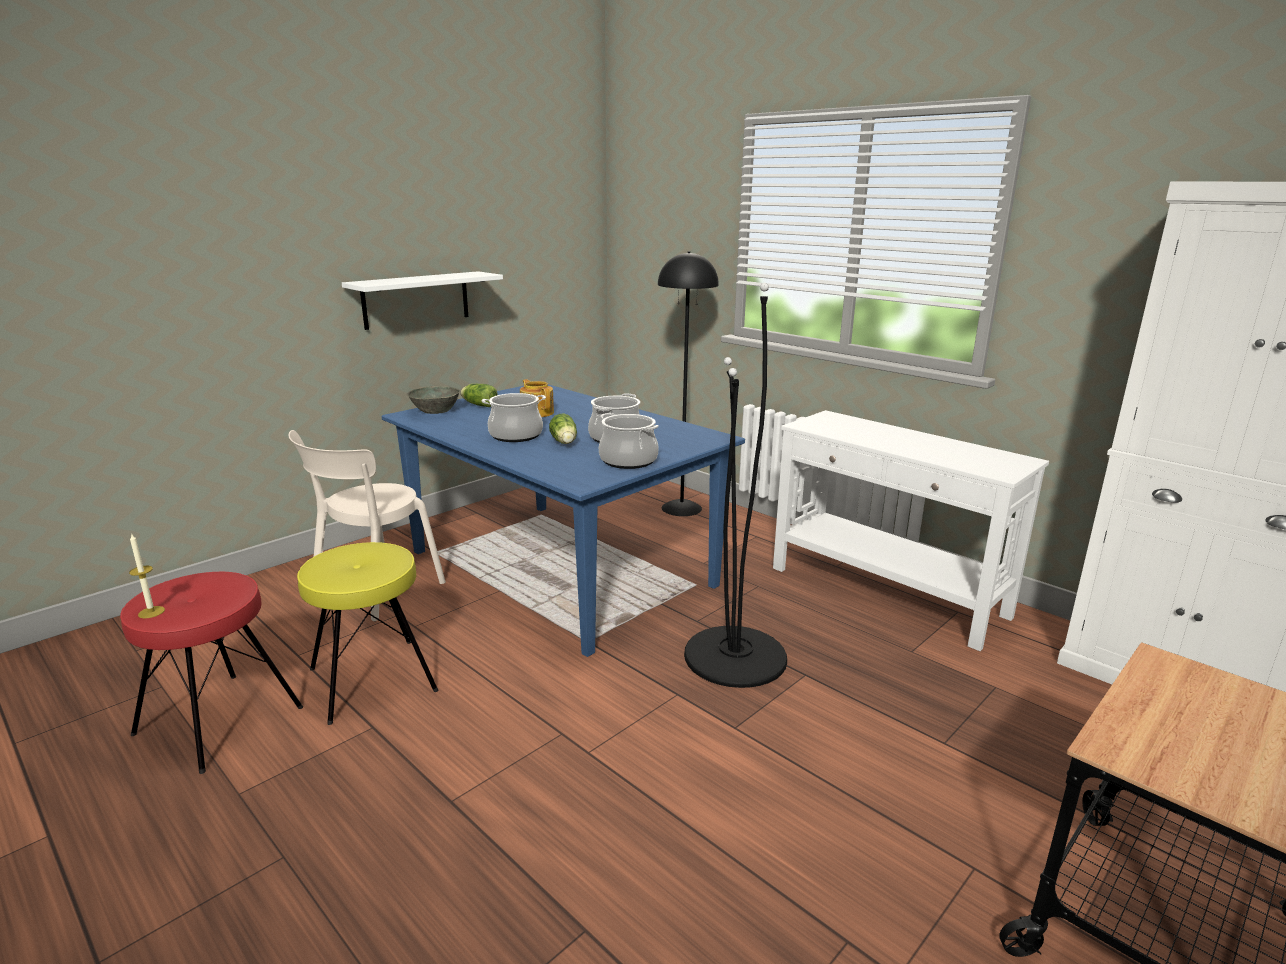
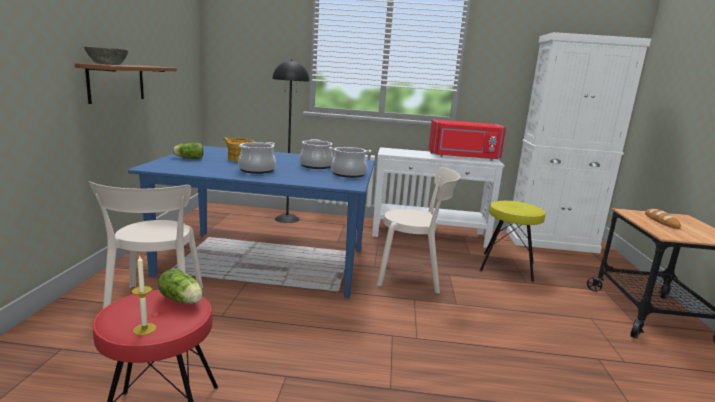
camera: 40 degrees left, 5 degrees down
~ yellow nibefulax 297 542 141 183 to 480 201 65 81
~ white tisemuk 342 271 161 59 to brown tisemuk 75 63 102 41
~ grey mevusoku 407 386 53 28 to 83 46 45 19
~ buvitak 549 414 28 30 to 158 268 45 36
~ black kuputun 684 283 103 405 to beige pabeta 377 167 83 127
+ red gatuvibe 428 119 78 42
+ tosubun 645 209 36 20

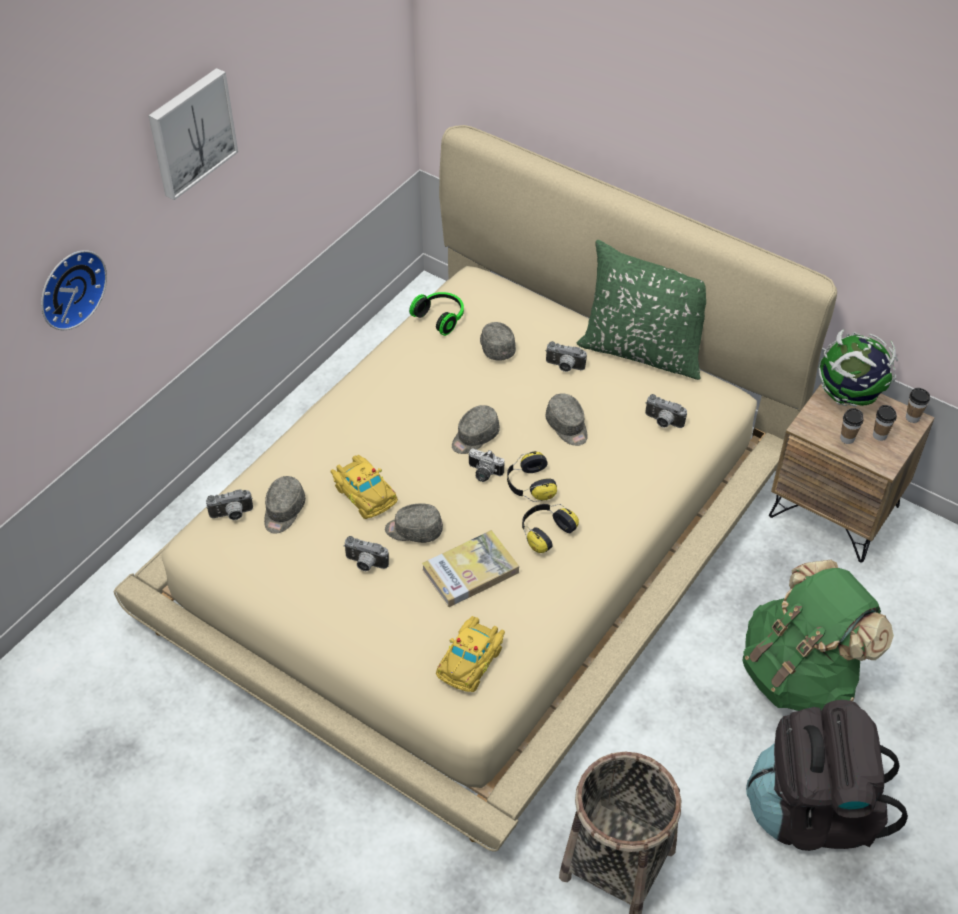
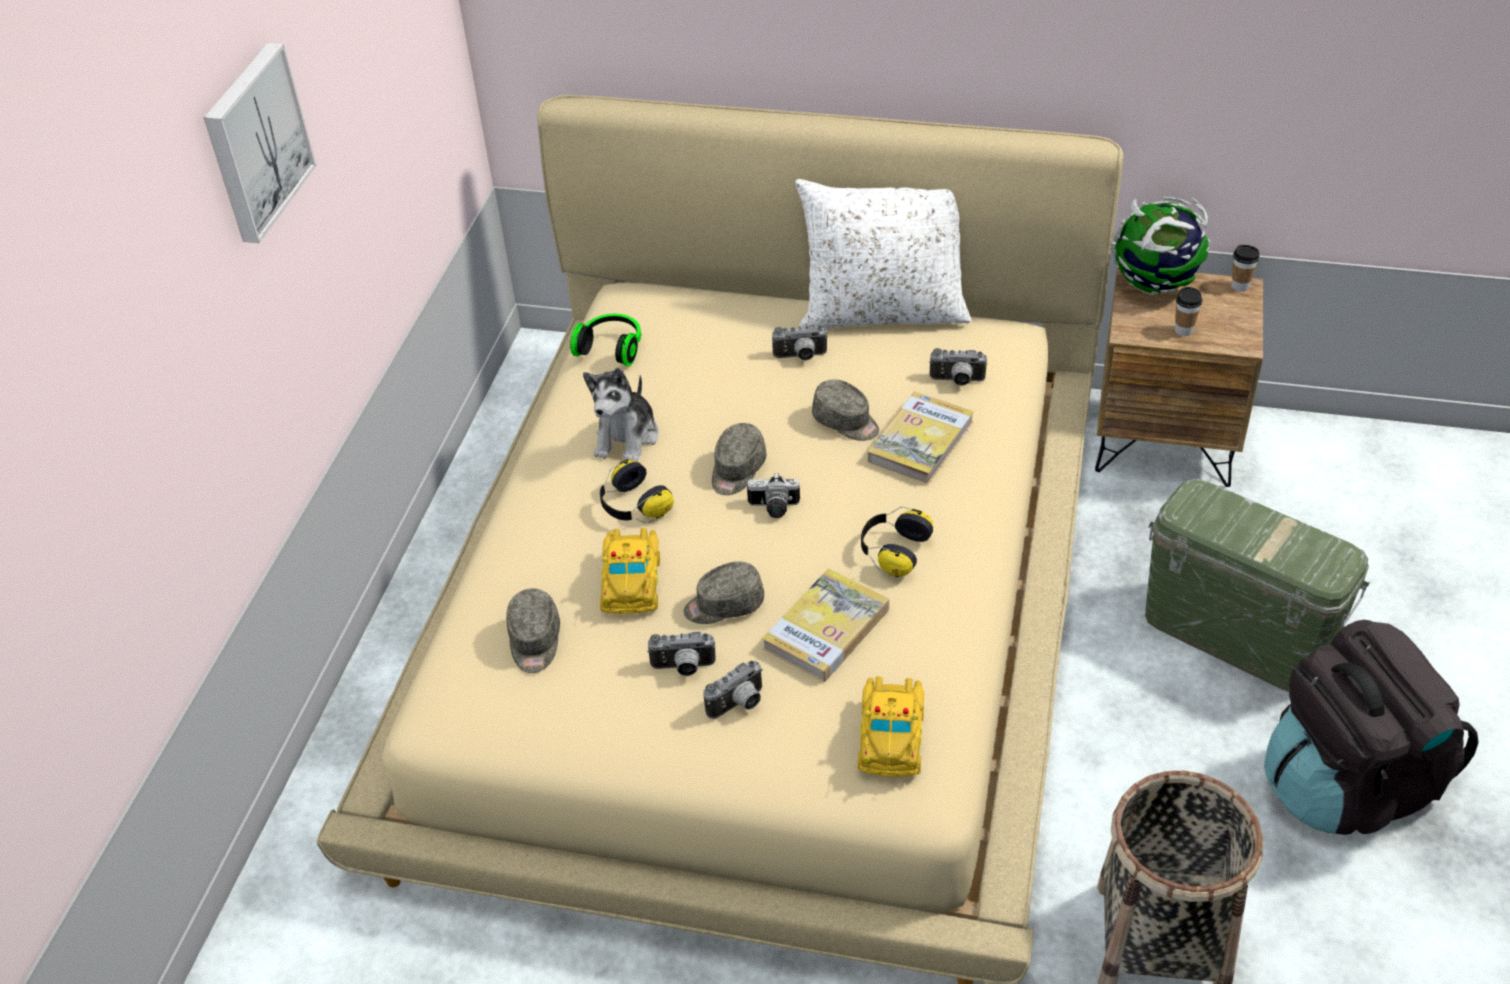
camera: 20 degrees left, 5 degrees down
- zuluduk 41 250 66 80
~ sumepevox 206 489 47 31 to 703 660 60 59
~ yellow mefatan 331 455 67 64 = 600 528 60 86 60 degrees clockwise
- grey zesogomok 480 322 36 39
~ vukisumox 507 451 50 51 to 600 459 74 64
~ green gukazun 577 240 129 140 to white gukazun 795 179 176 150
~ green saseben 743 560 151 151 to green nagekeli 1145 479 225 213
- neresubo 873 405 24 36
+ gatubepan 583 368 76 94
+ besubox 868 391 106 93

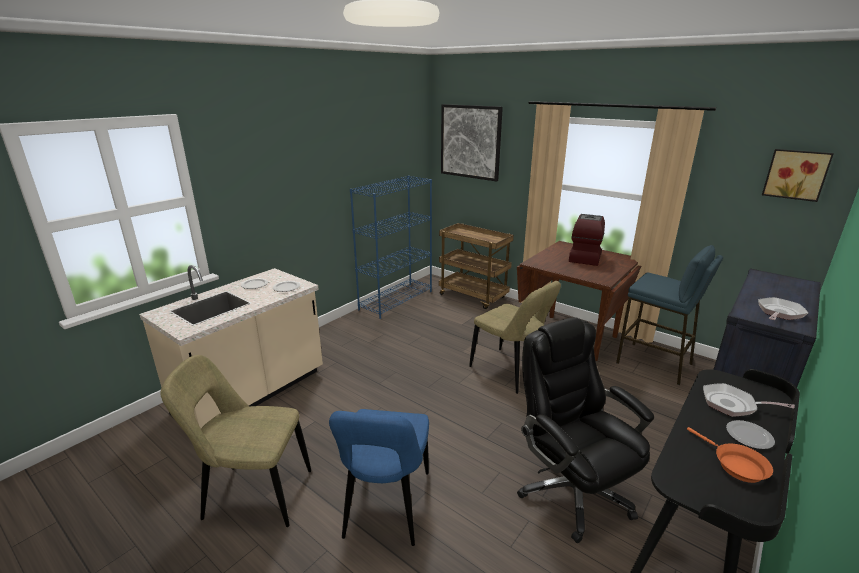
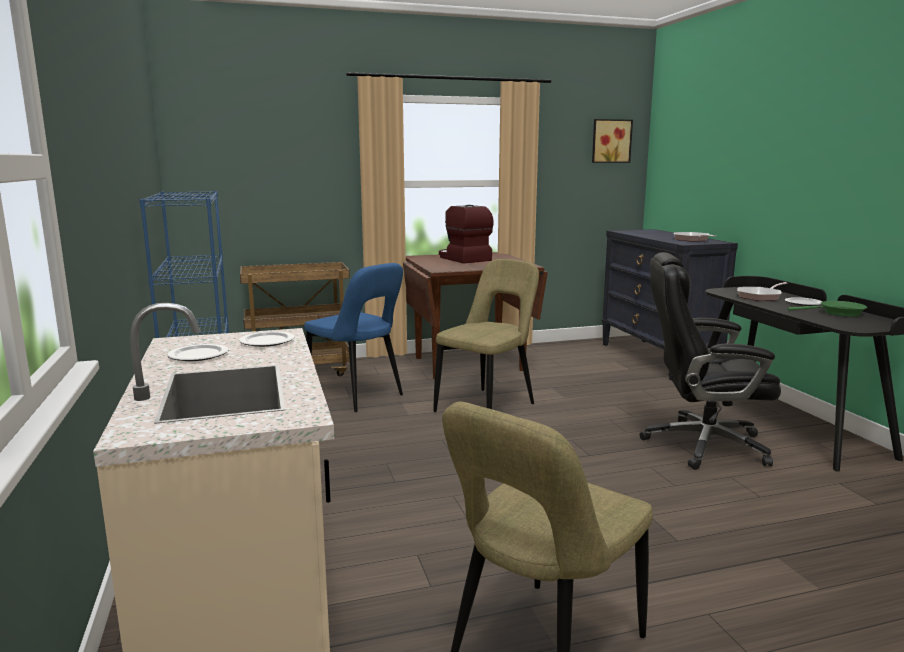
camera: 55 degrees left, 10 degrees down
~ blue pabeta 329 409 100 137 to 304 263 99 149
- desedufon 441 104 62 77
~ beige pabeta 469 281 92 113 = 433 259 106 153 45 degrees counterclockwise
- blue nibefulax 616 245 107 140
~ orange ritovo 687 427 86 56 to green ritovo 788 301 79 16

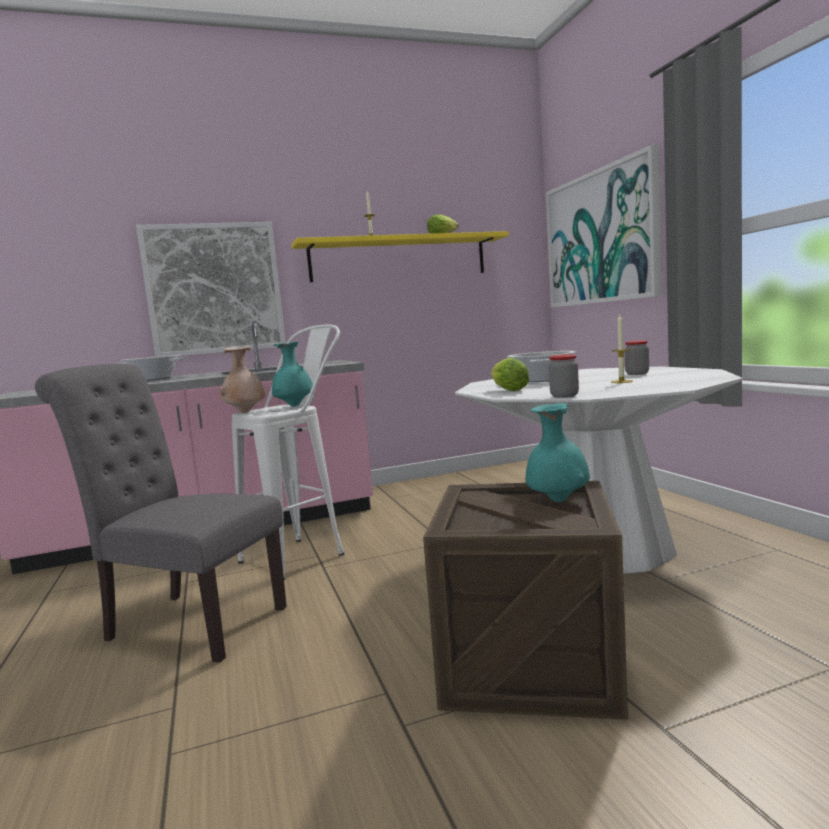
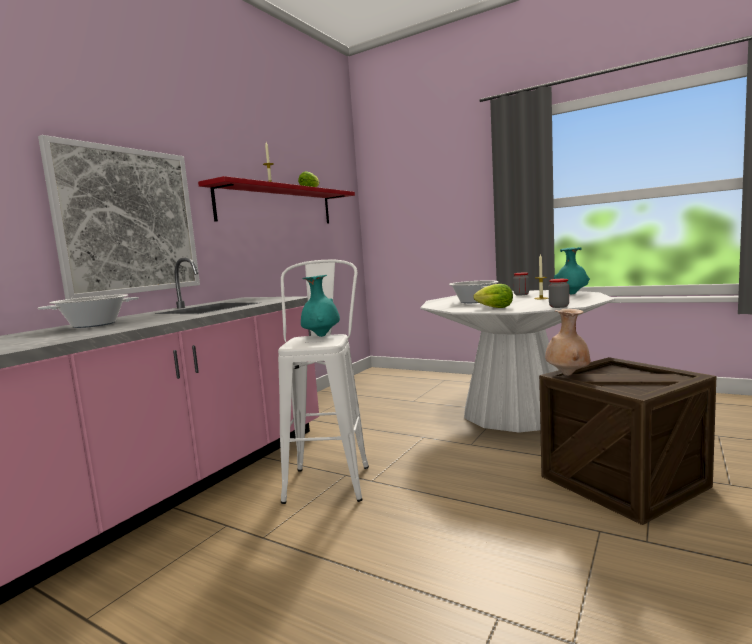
camera: 40 degrees left, 0 degrees up
- grey pabeta 35 364 252 299
~ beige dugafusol 220 346 45 67 to 545 309 46 67
~ yellow tisemuk 291 231 218 51 to red tisemuk 198 176 157 47
~ turquoise dugafusol 525 403 65 99 to 554 247 36 47
- desedufon 546 145 116 163

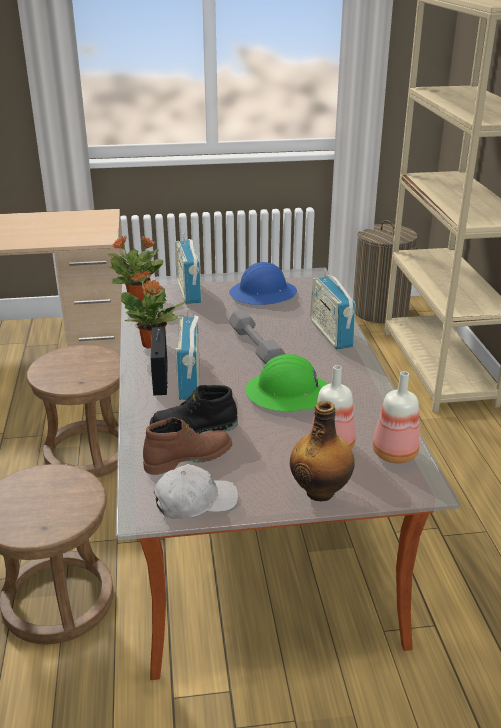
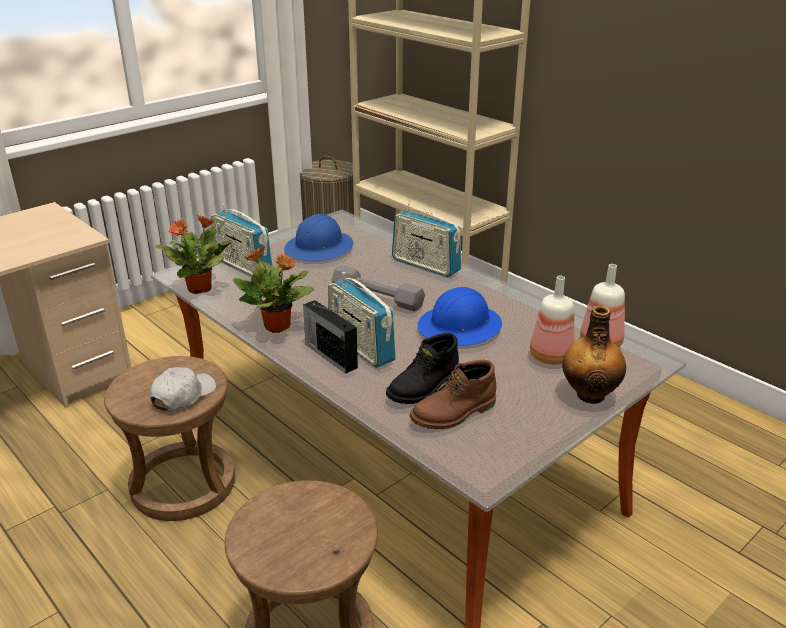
camera: 35 degrees left, 0 degrees up
~ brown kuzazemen 143 417 89 58 = 410 360 86 69 150 degrees counterclockwise
~ white zesogomok 154 464 84 54 to 150 367 66 45
~ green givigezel 246 354 81 57 to blue givigezel 418 287 84 59

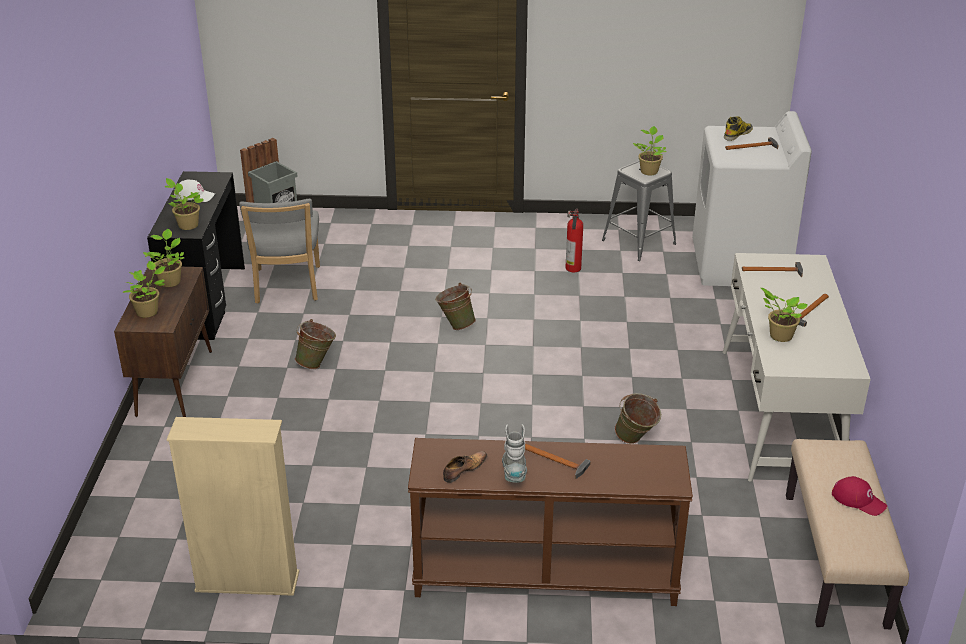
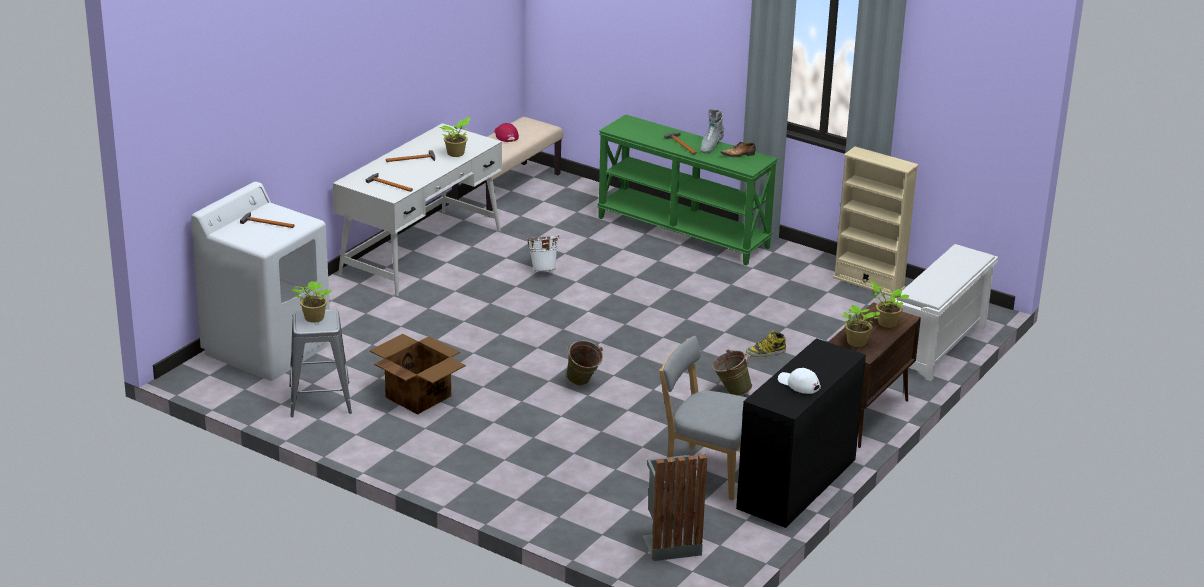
camera: 150 degrees left, 5 degrees down
- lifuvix 165 178 39 52
~ grey pabeta 239 199 81 104 = 659 336 88 164 90 degrees counterclockwise
~ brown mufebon 408 438 285 168 to green mufebon 597 114 181 151
~ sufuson 565 208 18 64 to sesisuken 370 334 96 81
~ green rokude 615 393 46 51 to white rokude 526 235 34 36
~ kuzazemen 724 116 29 25 to 746 331 40 26
+ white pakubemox 895 244 103 137

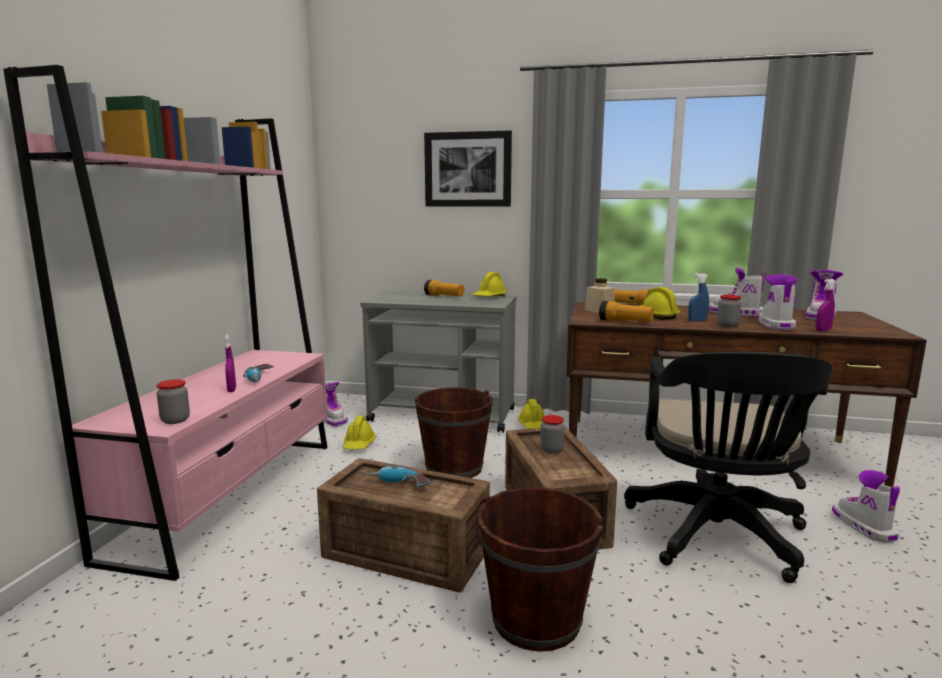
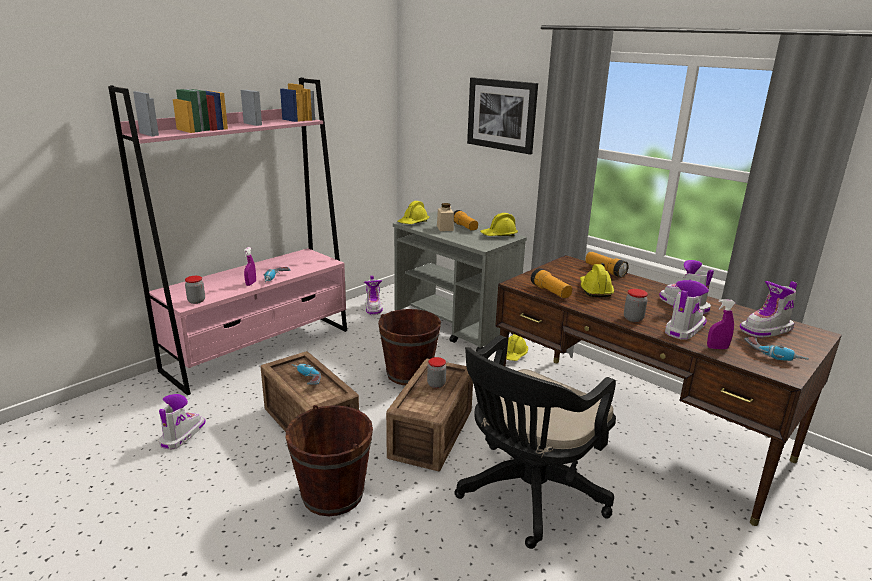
camera: 30 degrees right, 10 degrees up
~ yellow givigezel 343 416 32 34 to 398 201 31 23
~ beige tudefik 585 278 30 35 to 437 203 17 28
- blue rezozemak 688 273 21 48
~ kuzazemen 832 470 68 73 to 159 394 47 56
+ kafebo 744 337 65 24

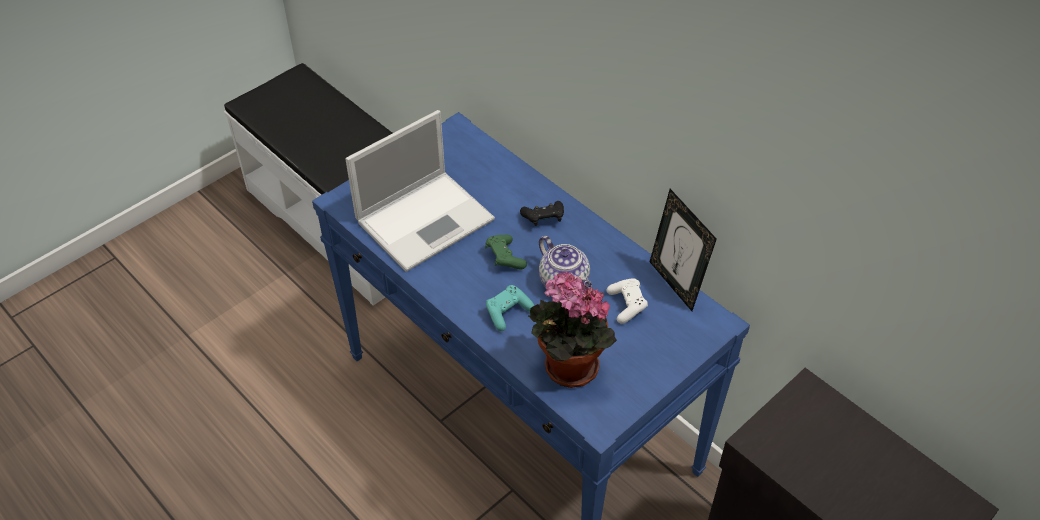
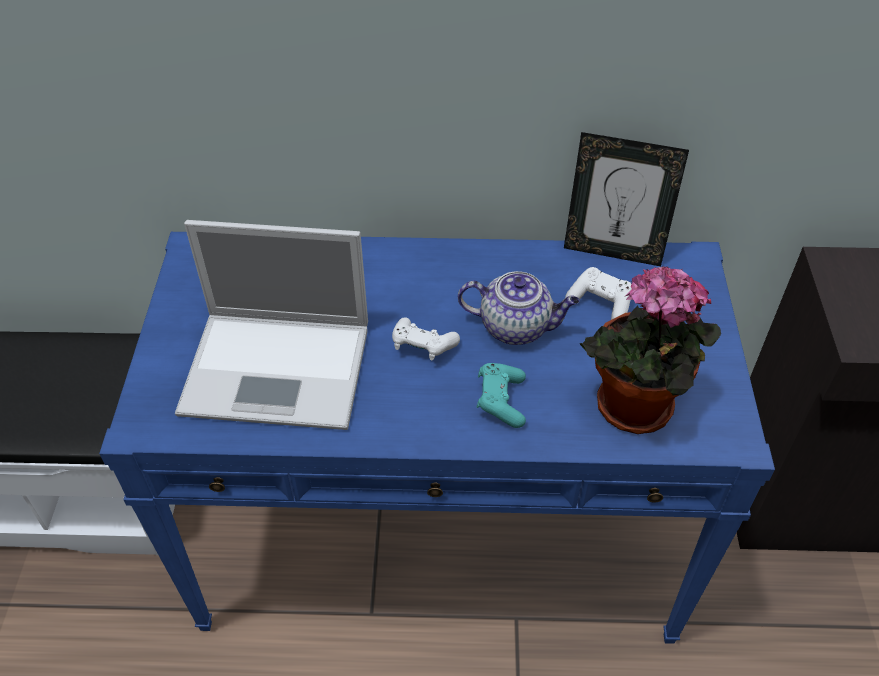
camera: 45 degrees left, 0 degrees up
~ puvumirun 345 110 150 162 = 175 220 193 210 90 degrees clockwise
~ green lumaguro 485 235 42 35 to white lumaguro 392 317 68 43
- black lumaguro 520 201 44 25

